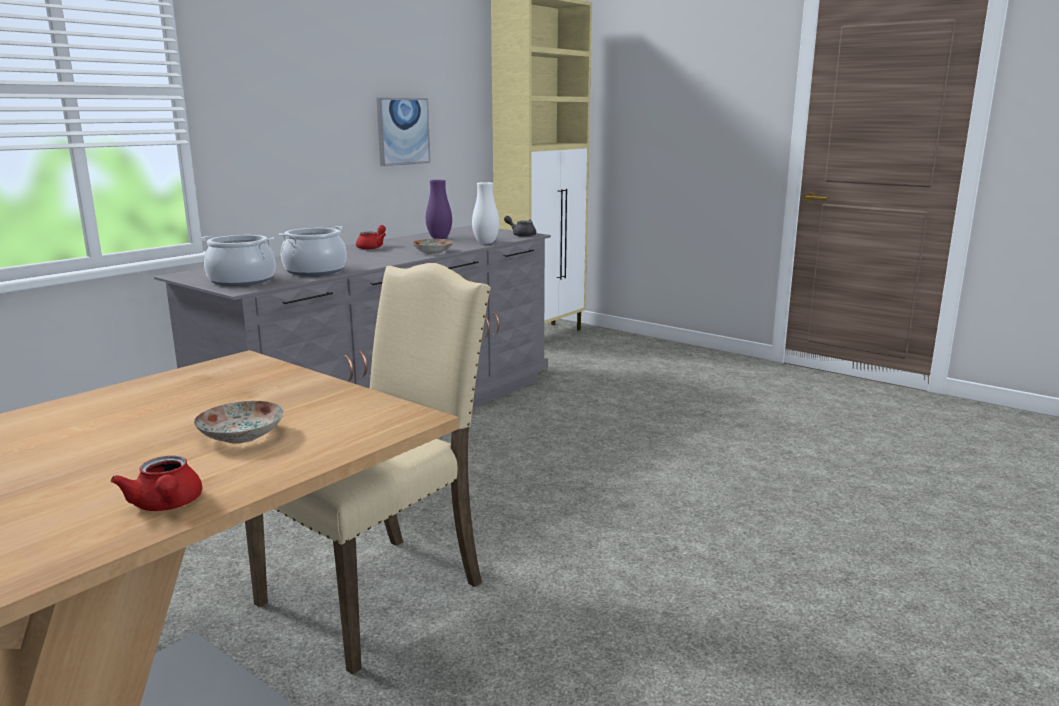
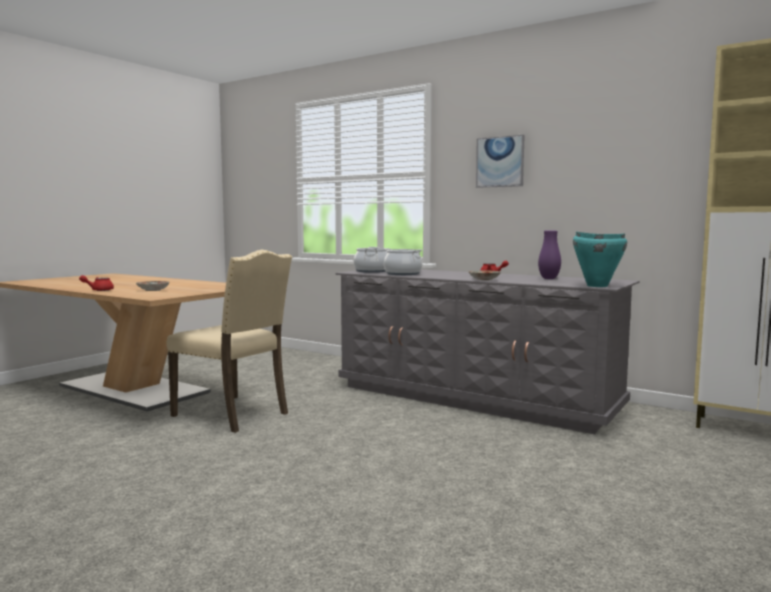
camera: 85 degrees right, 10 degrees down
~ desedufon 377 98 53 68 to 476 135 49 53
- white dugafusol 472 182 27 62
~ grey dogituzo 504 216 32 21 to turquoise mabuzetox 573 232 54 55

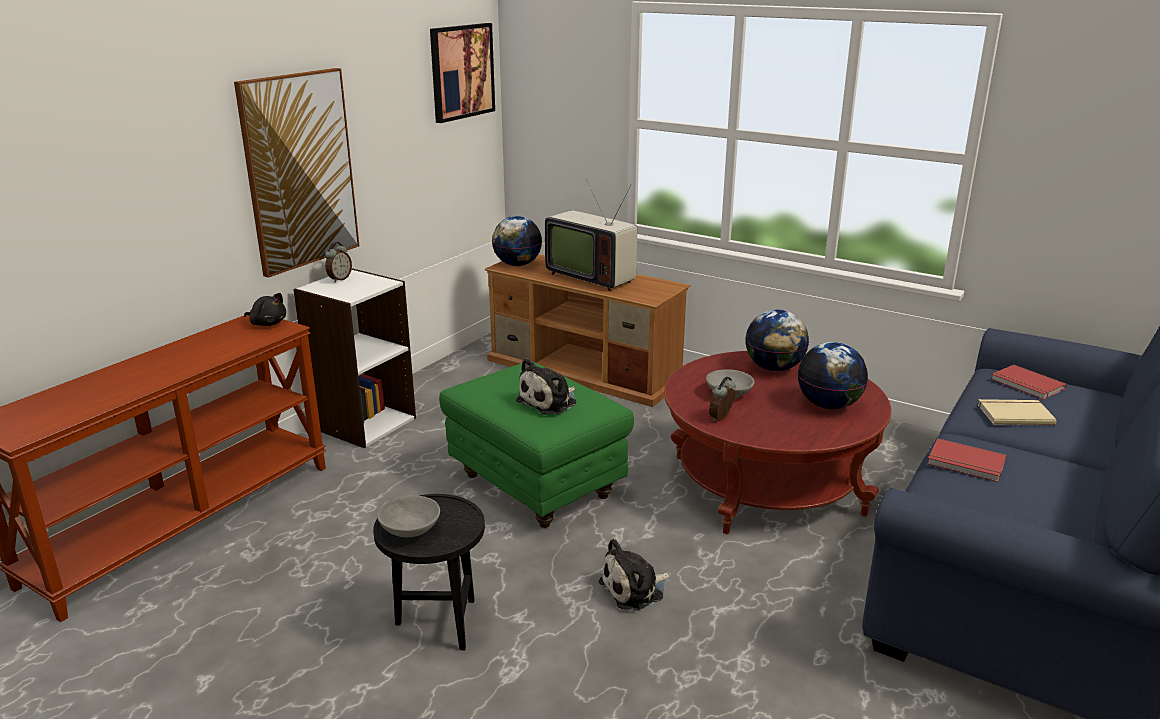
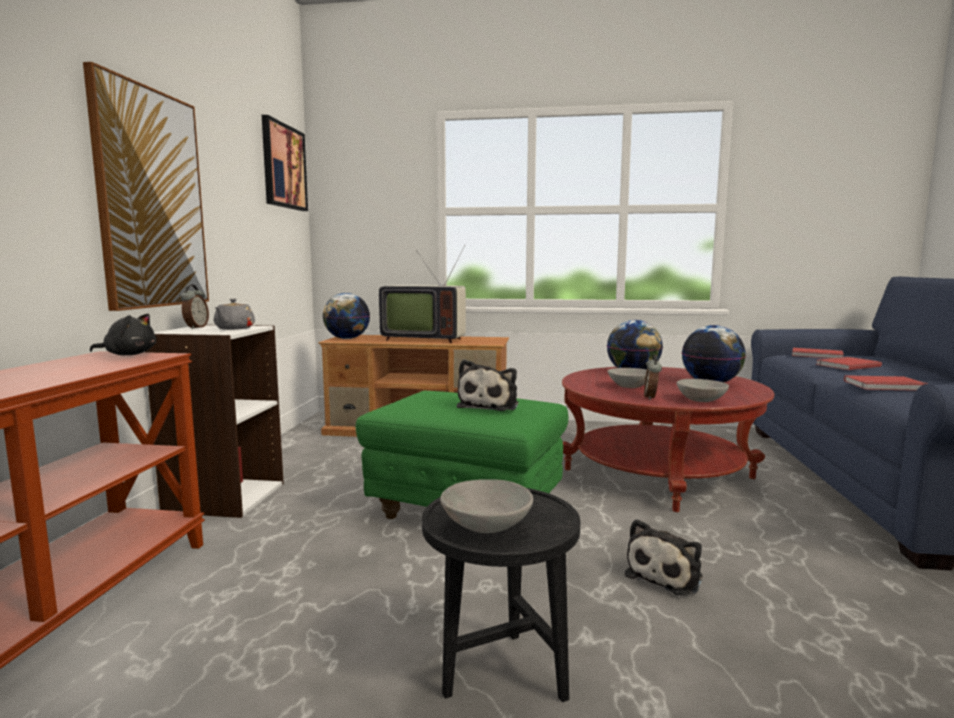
camera: 25 degrees left, 15 degrees down
~ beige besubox 978 399 79 26 to red besubox 816 357 66 13
+ grey dogituzo 214 299 41 31
+ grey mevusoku 677 379 52 23

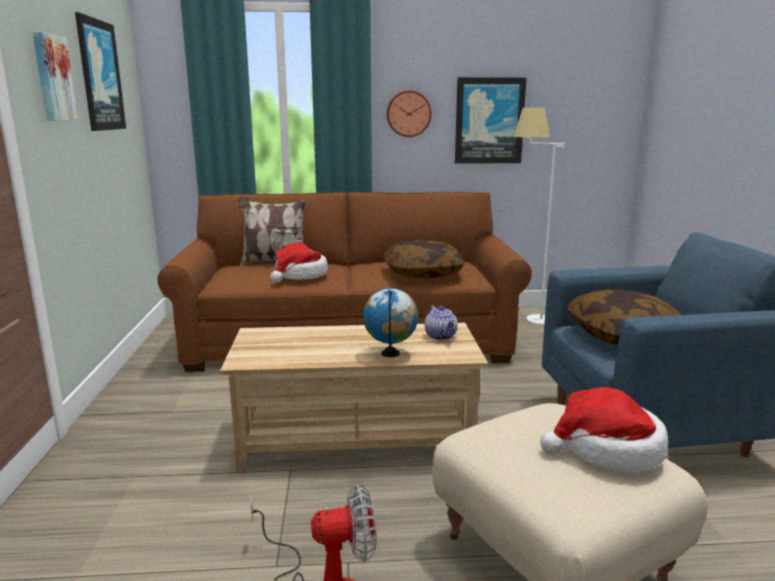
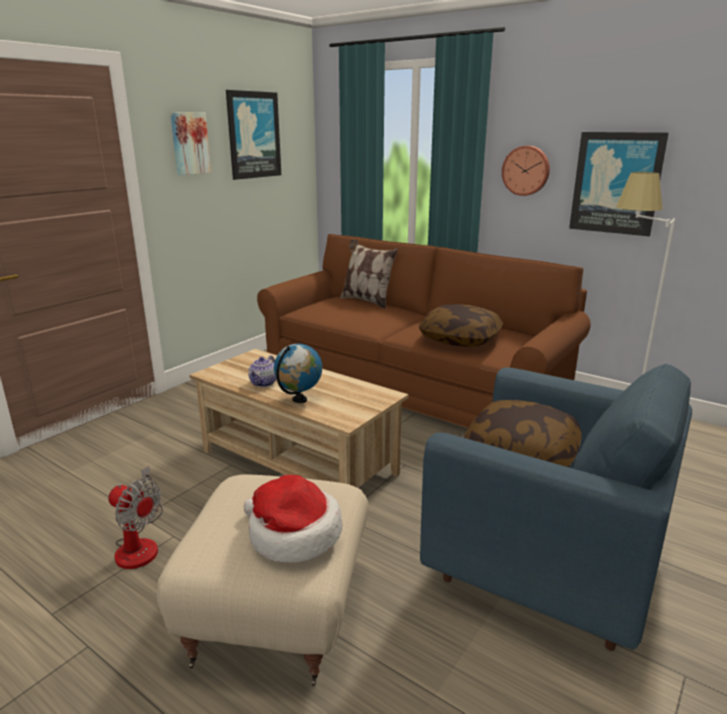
camera: 40 degrees right, 5 degrees up
- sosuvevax 270 243 58 40
~ dogituzo 425 305 33 36 to 248 355 29 32

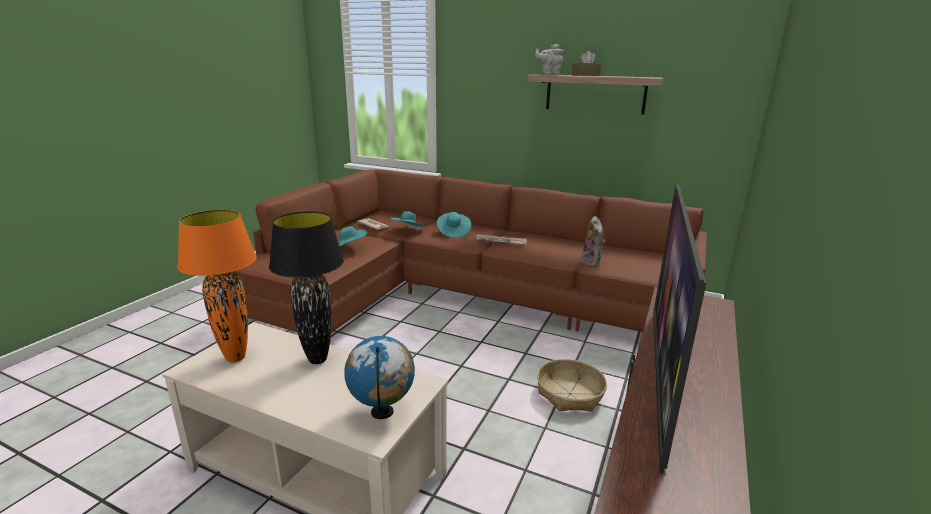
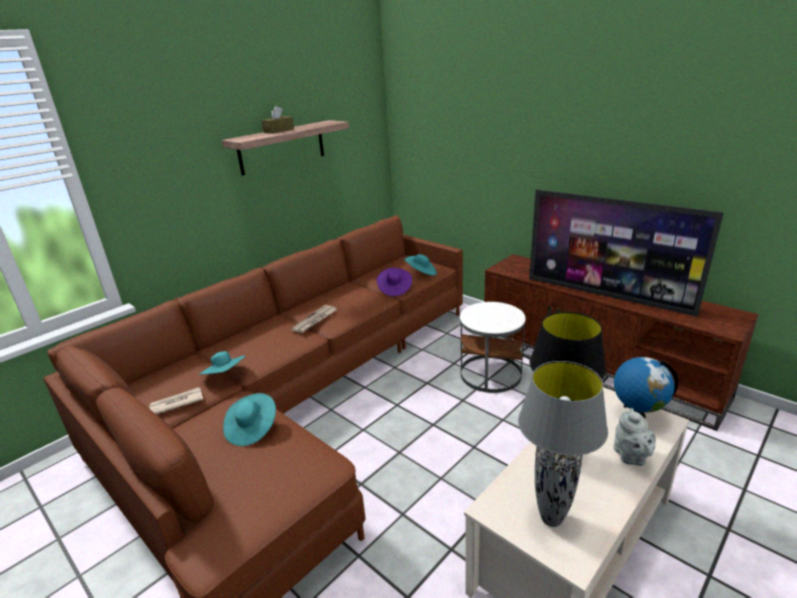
camera: 70 degrees left, 5 degrees up
~ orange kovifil 177 210 80 152 to grey kovifil 518 361 90 166
~ turquoise sosuvevax 437 212 34 26 to 404 254 33 22
~ grey dogituzo 535 44 28 31 to 614 408 42 58
~ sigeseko 537 359 70 53 to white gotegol 460 302 66 91
~ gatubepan 581 216 24 51 to purple sosuvevax 377 268 35 28

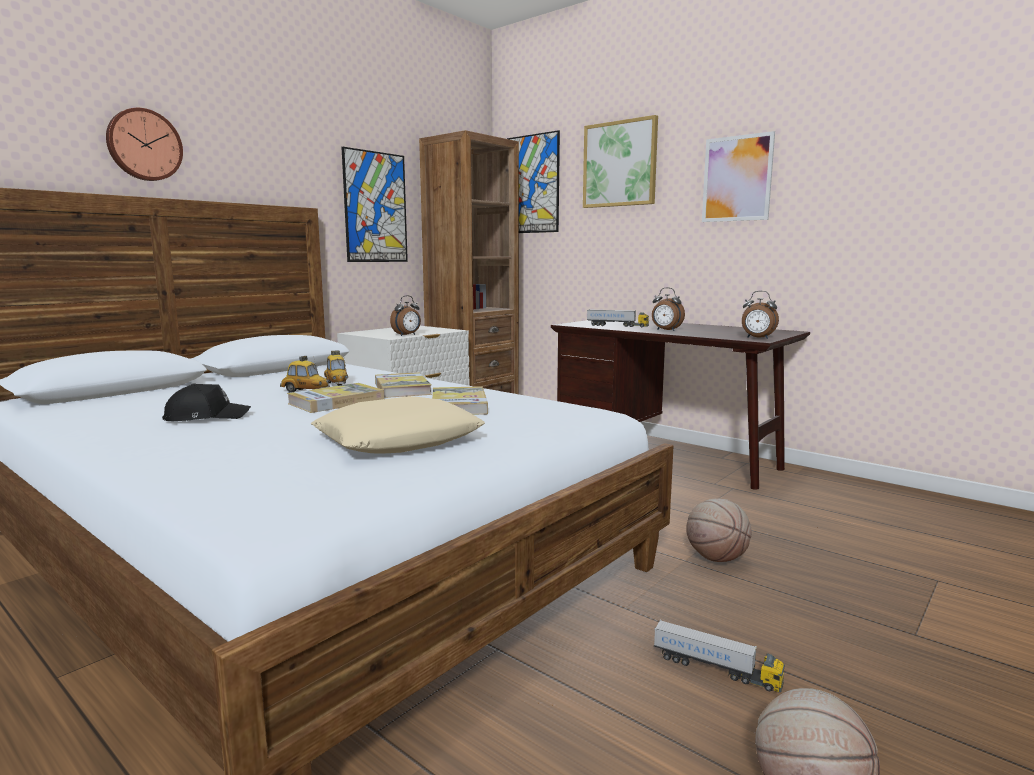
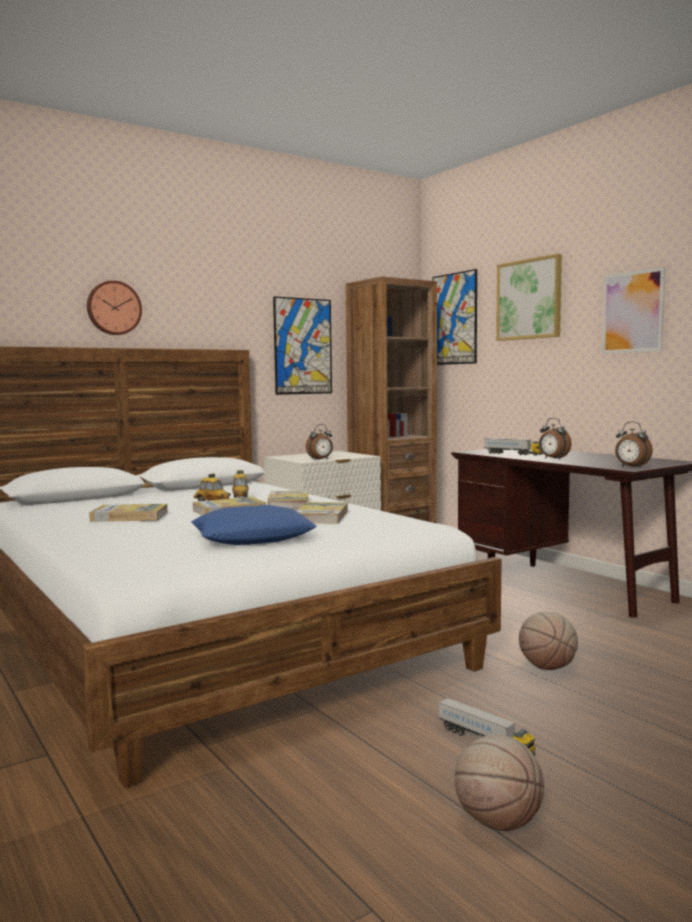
camera: 15 degrees right, 5 degrees down
~ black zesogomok 162 384 89 37 to besubox 89 504 79 18
~ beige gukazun 311 396 174 57 to blue gukazun 191 505 125 40

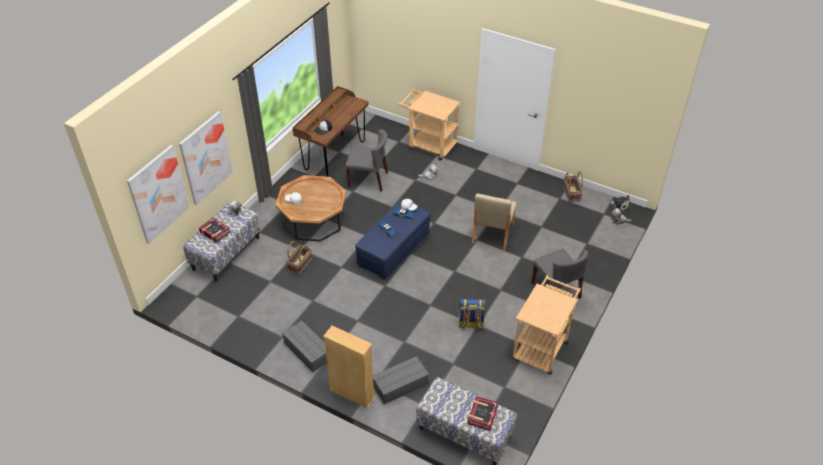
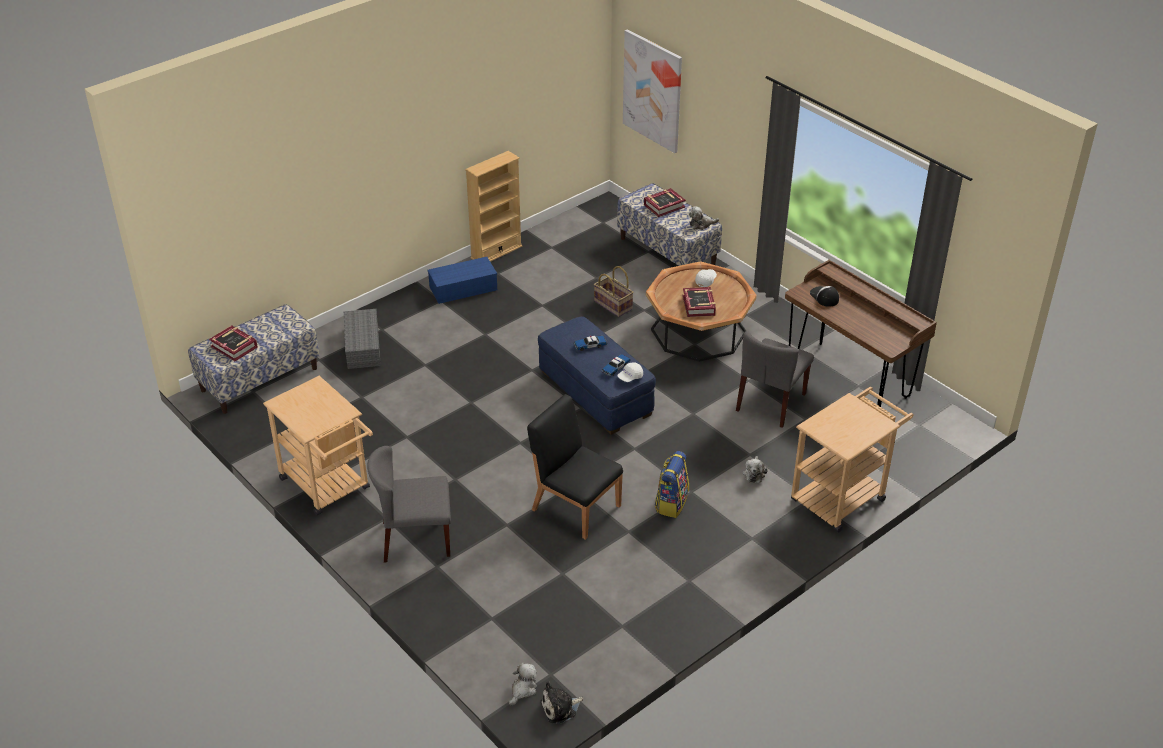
camera: 110 degrees right, 5 degrees down
- desedufon 179 111 54 94
~ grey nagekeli 282 321 45 51 to blue nagekeli 428 257 69 47
~ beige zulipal 323 326 52 82 to 465 151 58 111
~ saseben 459 299 27 30 to 655 451 34 67
~ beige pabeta 472 193 45 58 to black pabeta 527 394 96 146
- sigeseko 563 171 20 31
+ besubox 683 287 33 30

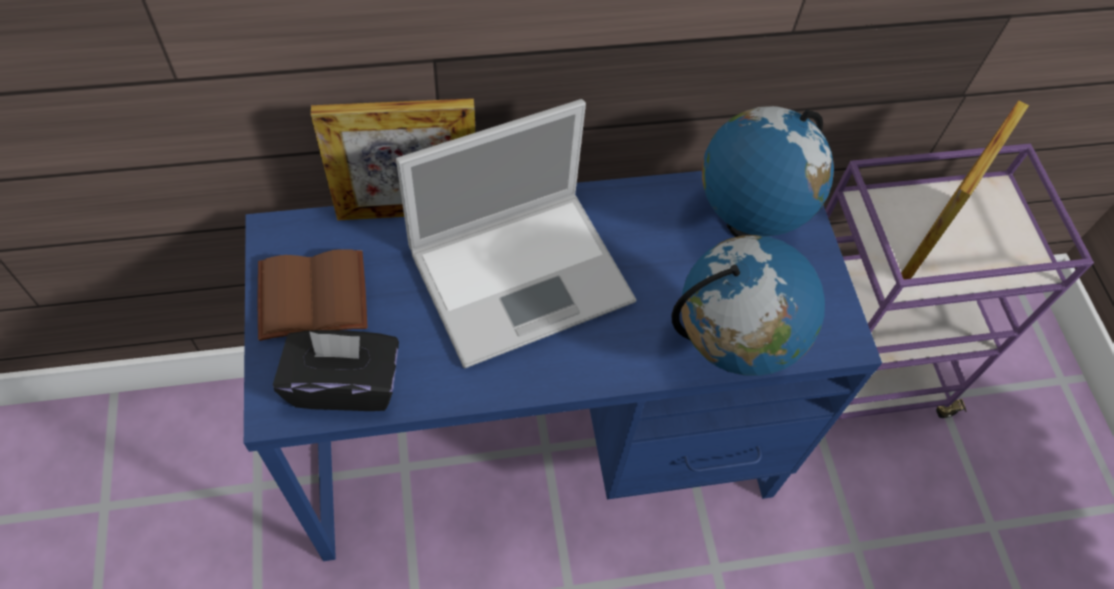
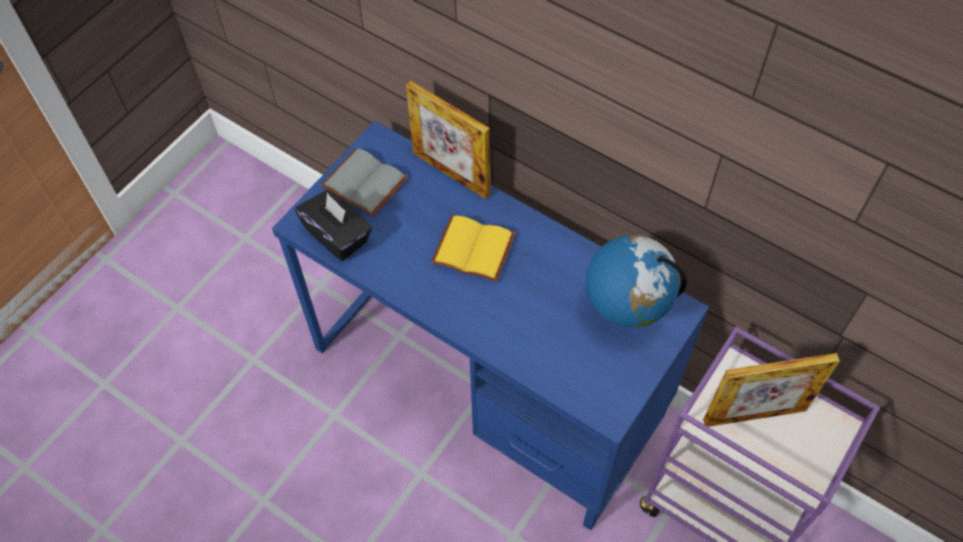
camera: 50 degrees right, 0 degrees up
~ brown besubox 257 249 110 92 to grey besubox 321 148 87 69
~ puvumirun 396 99 241 269 to yellow besubox 431 215 85 67
- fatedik 672 235 153 141

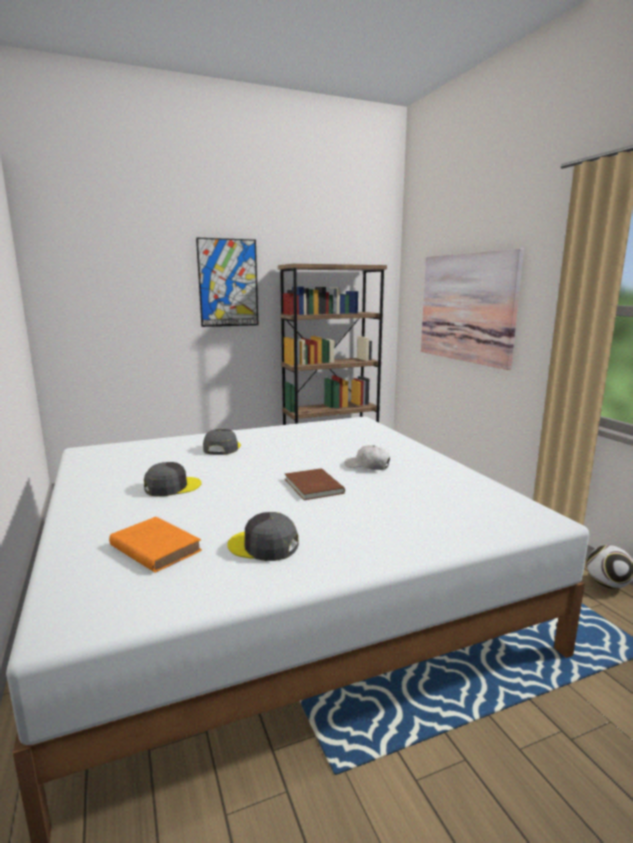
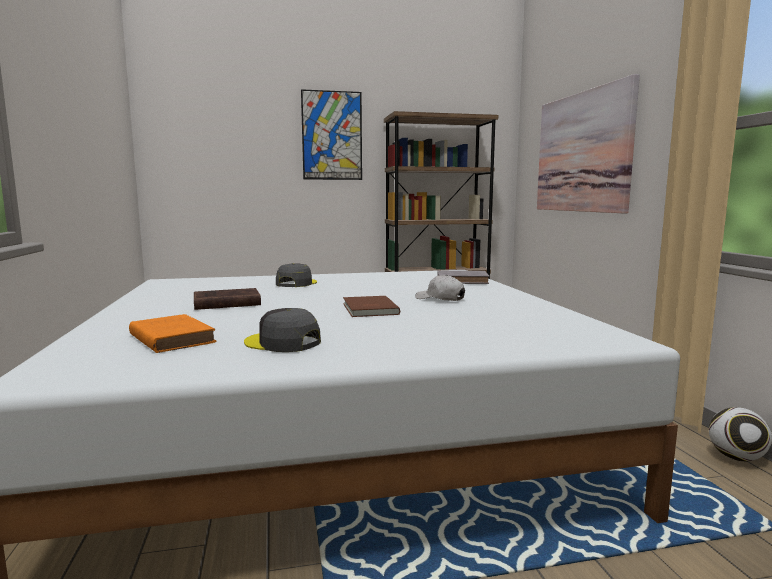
camera: 10 degrees right, 5 degrees down
~ grey zesogomok 144 462 58 35 to brown besubox 194 288 67 22
+ grey besubox 437 270 52 14

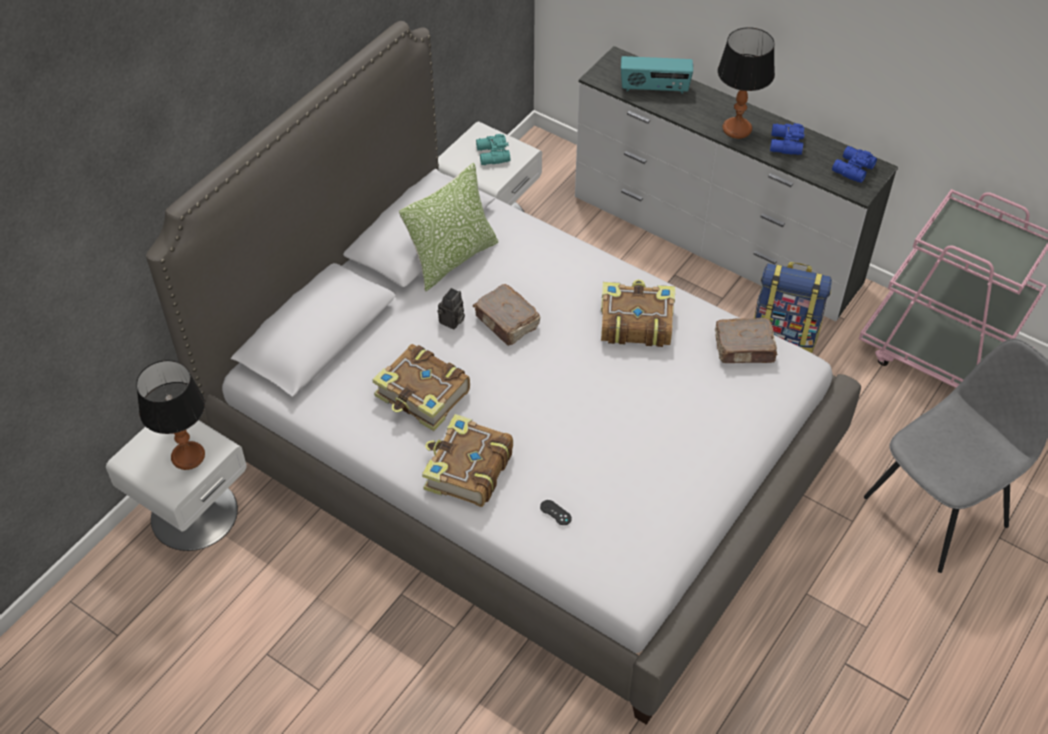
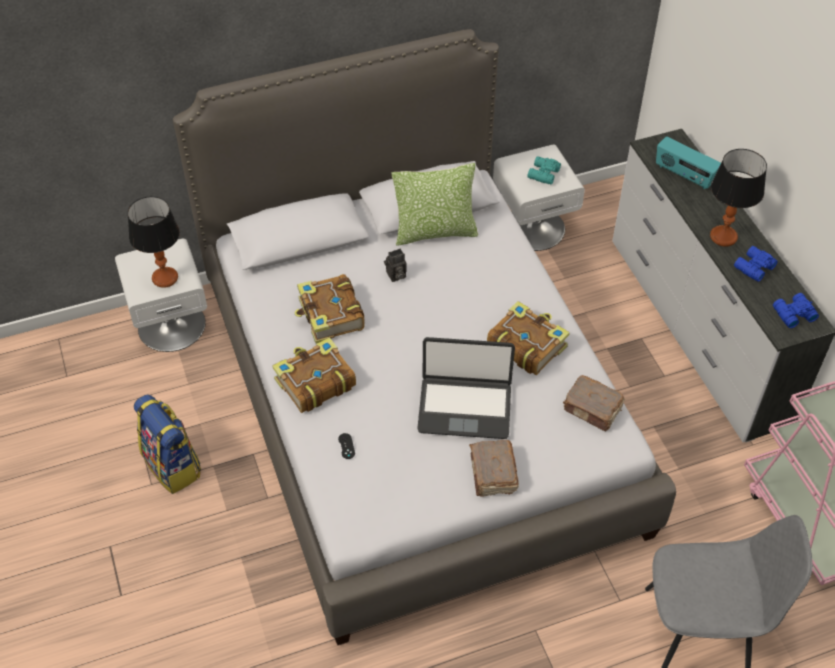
camera: 35 degrees right, 0 degrees up
~ brown besubox 473 284 67 62 to 469 440 50 57
~ saseben 754 262 78 91 to 134 394 67 100
+ puvumirun 417 337 98 102

